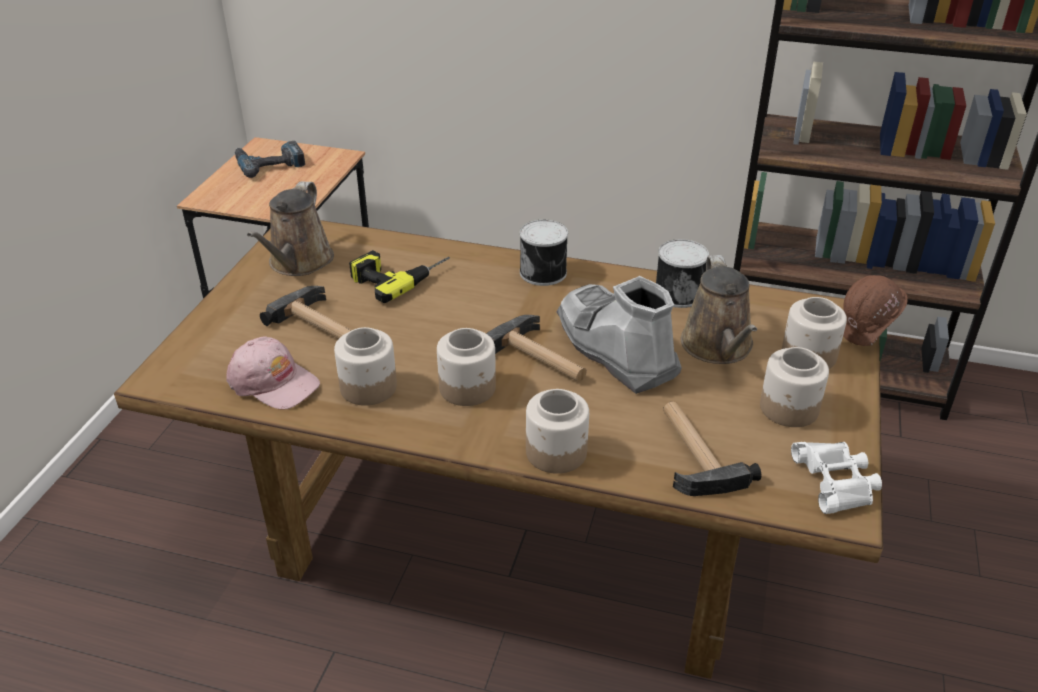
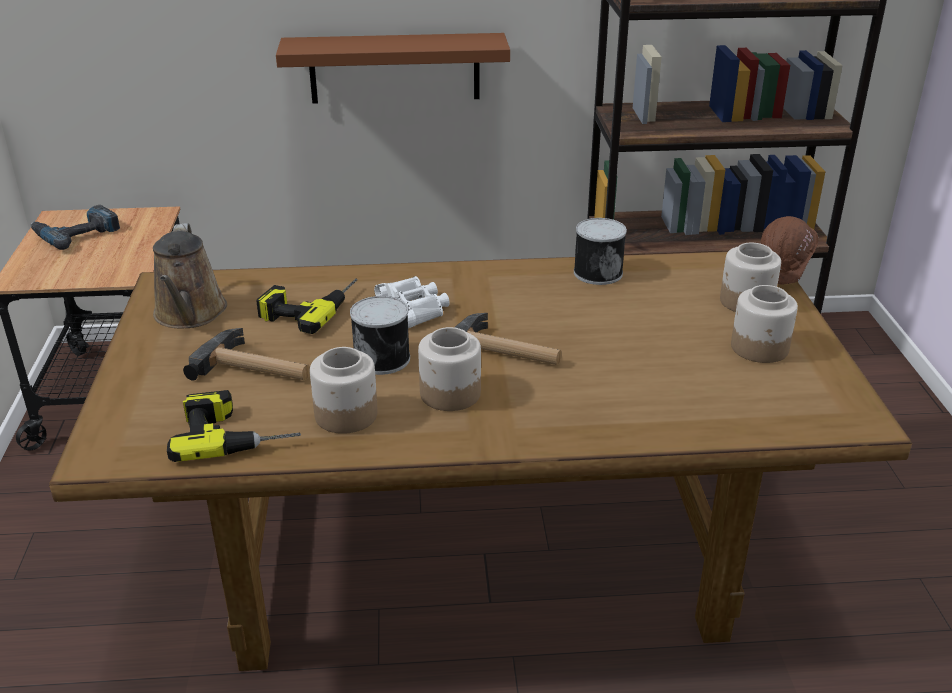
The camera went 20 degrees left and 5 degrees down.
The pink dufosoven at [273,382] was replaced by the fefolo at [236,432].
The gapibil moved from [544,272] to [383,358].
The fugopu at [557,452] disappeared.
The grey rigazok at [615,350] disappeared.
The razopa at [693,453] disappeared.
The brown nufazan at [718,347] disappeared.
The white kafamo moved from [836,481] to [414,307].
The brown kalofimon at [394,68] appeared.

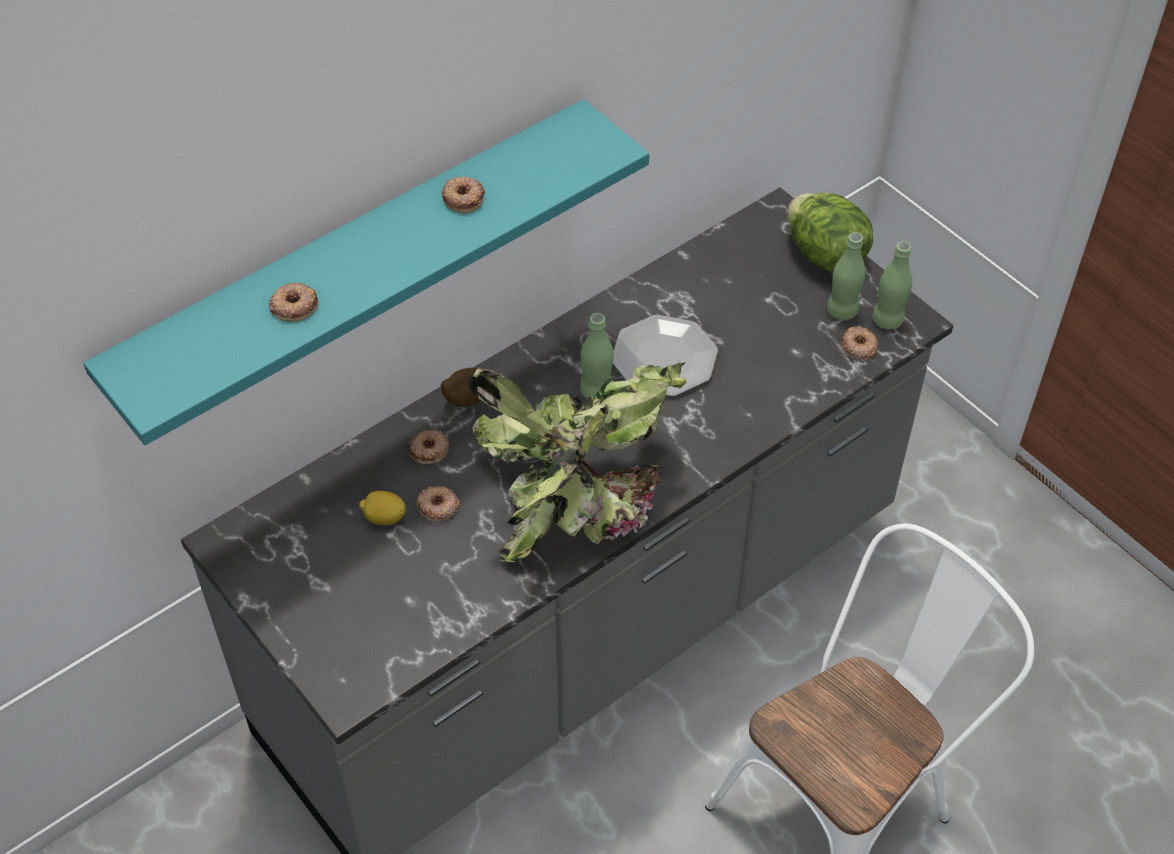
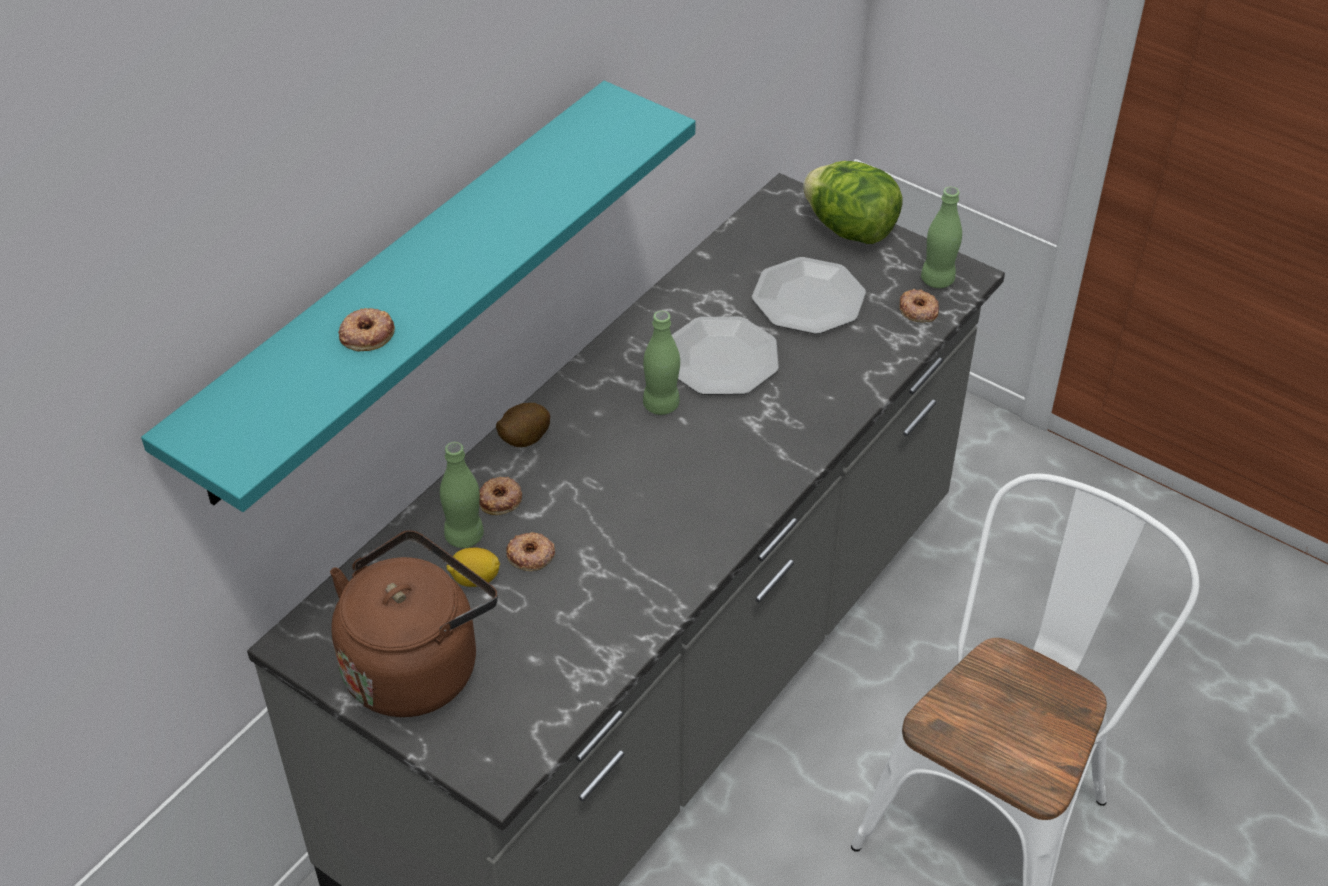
The camera went 15 degrees left and 5 degrees down.
The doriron at [463,198] disappeared.
The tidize at [578,499] disappeared.
The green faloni moved from [842,311] to [464,536].
The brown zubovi at [416,664] appeared.
The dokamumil at [808,299] appeared.

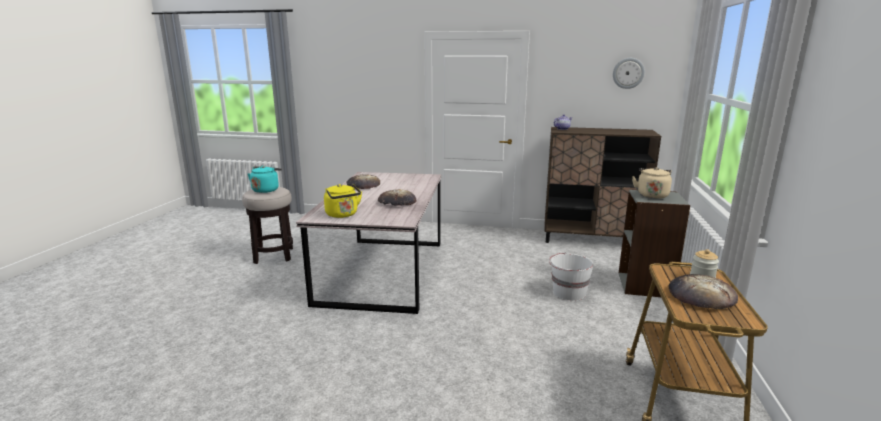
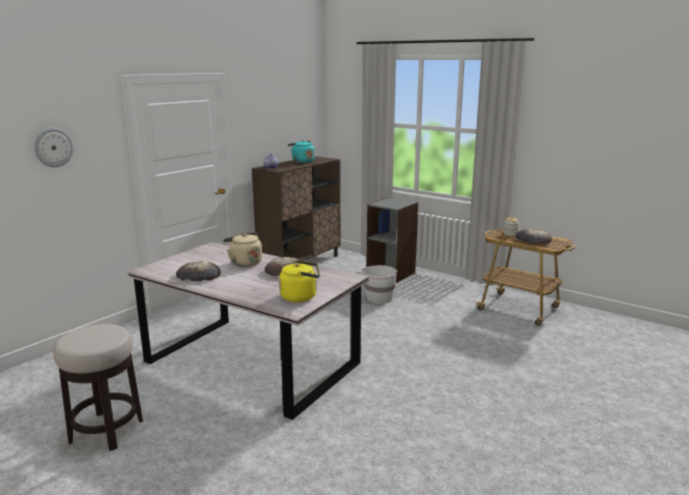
The camera went 65 degrees left and 0 degrees up.
The turquoise zubovi moved from [266,190] to [302,162].
The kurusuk moved from [628,73] to [53,147].
The beige zubovi moved from [651,195] to [244,263].

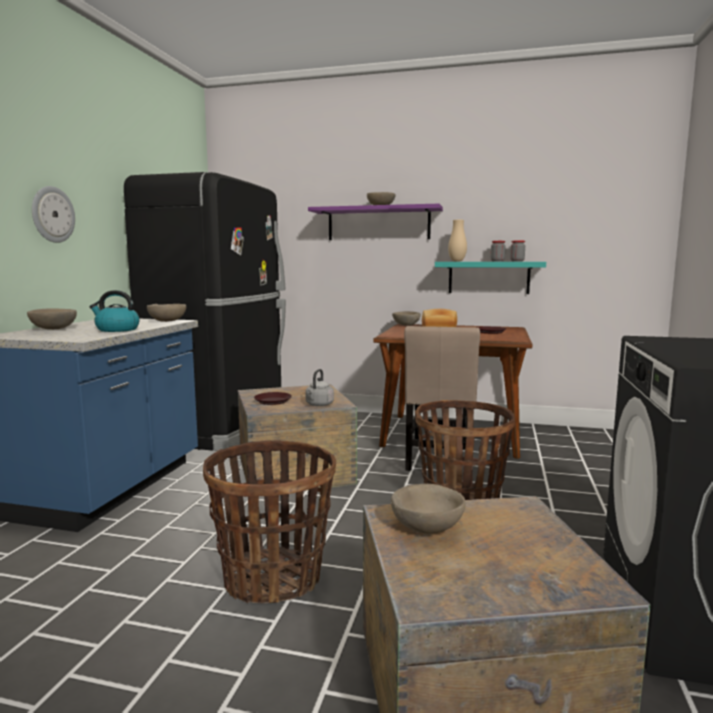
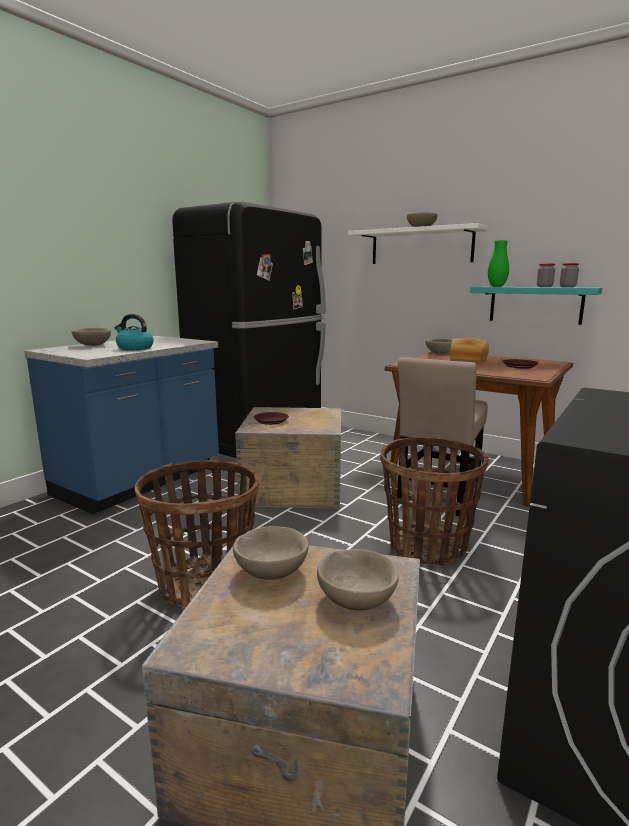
The camera went 20 degrees right and 5 degrees up.
The kurusuk at [52,214] disappeared.
The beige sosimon moved from [167,321] to [357,600].
The grey zubovi at [319,405] disappeared.
The purple kalofimon at [378,224] became the white kalofimon at [421,246].
The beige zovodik at [457,261] became the green zovodik at [497,286].

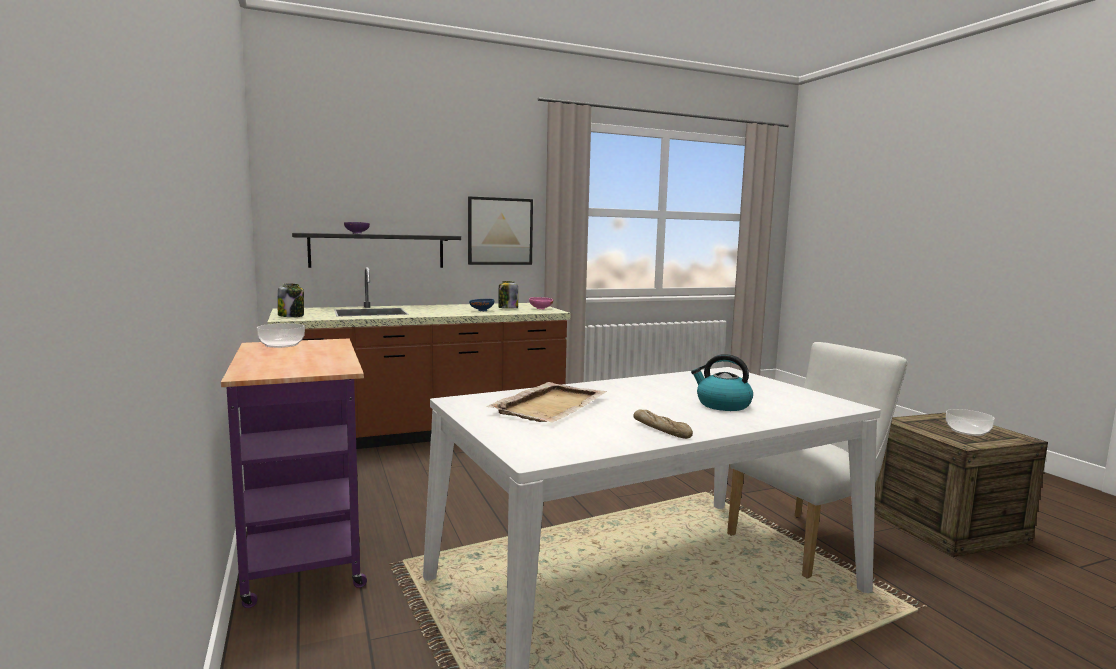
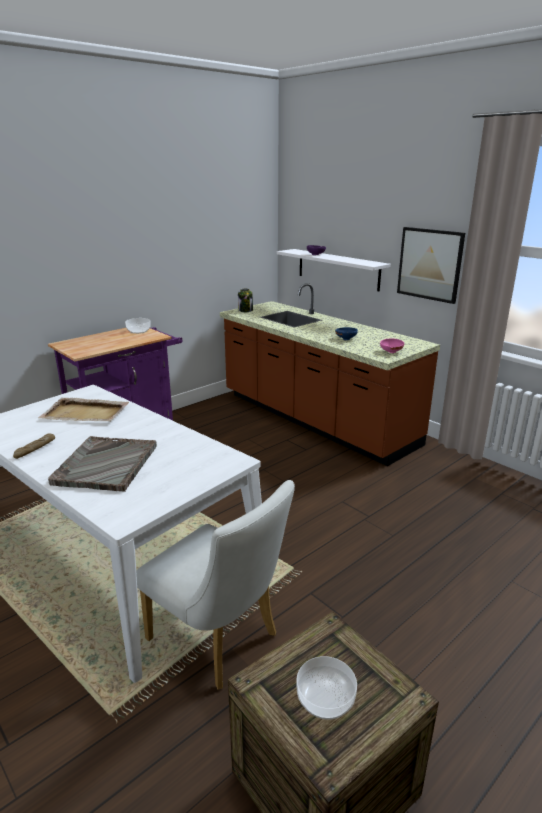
The camera went 70 degrees right and 15 degrees up.
The black kalofimon at [377,251] became the white kalofimon at [337,269].
The fugopu at [507,308] disappeared.
The zubovi at [722,405] was replaced by the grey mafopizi at [105,465].

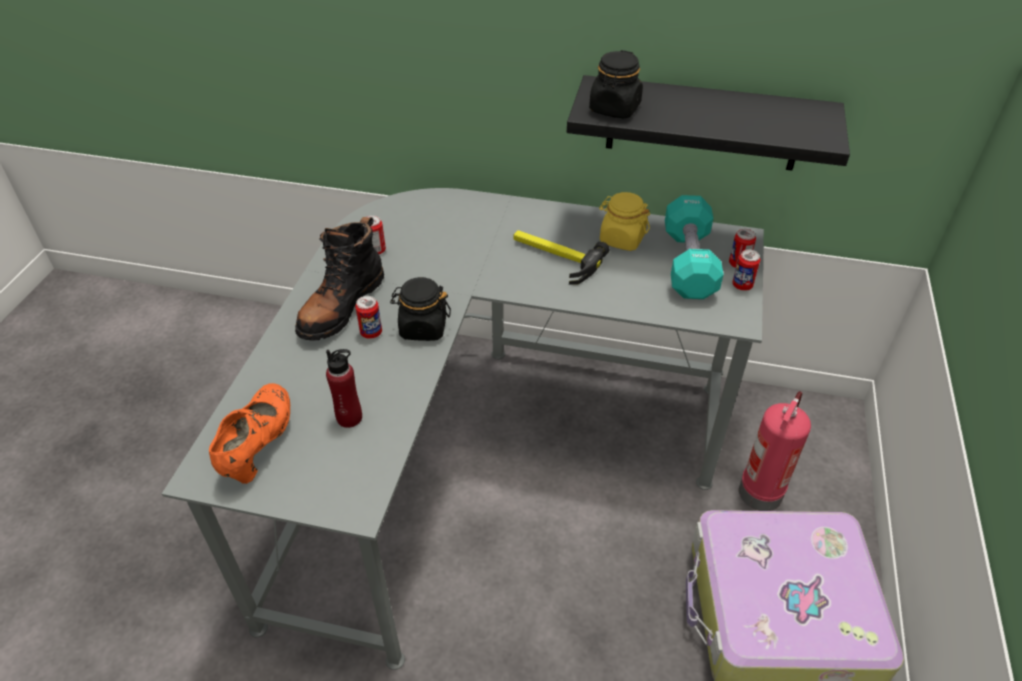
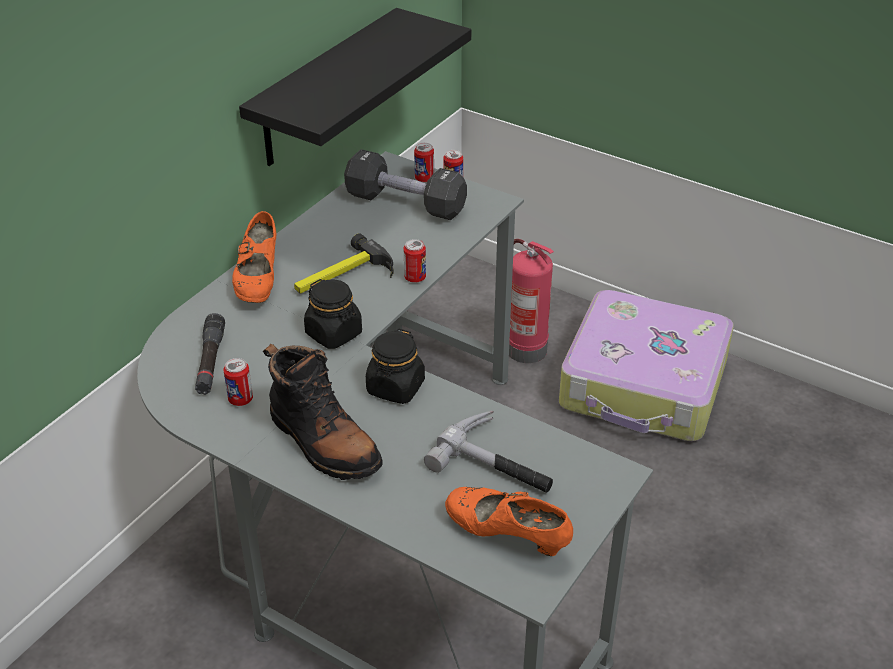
The camera went 70 degrees left and 5 degrees down.
The red faloni at [349,417] was replaced by the razopa at [499,462].
The gapibil moved from [371,332] to [415,278].
The black fugopu moved from [614,108] to [334,334].
The yellow fugopu at [621,239] disappeared.
The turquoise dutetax at [688,263] became the black dutetax at [405,203].
The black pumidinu at [210,361] appeared.
The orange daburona at [258,281] appeared.

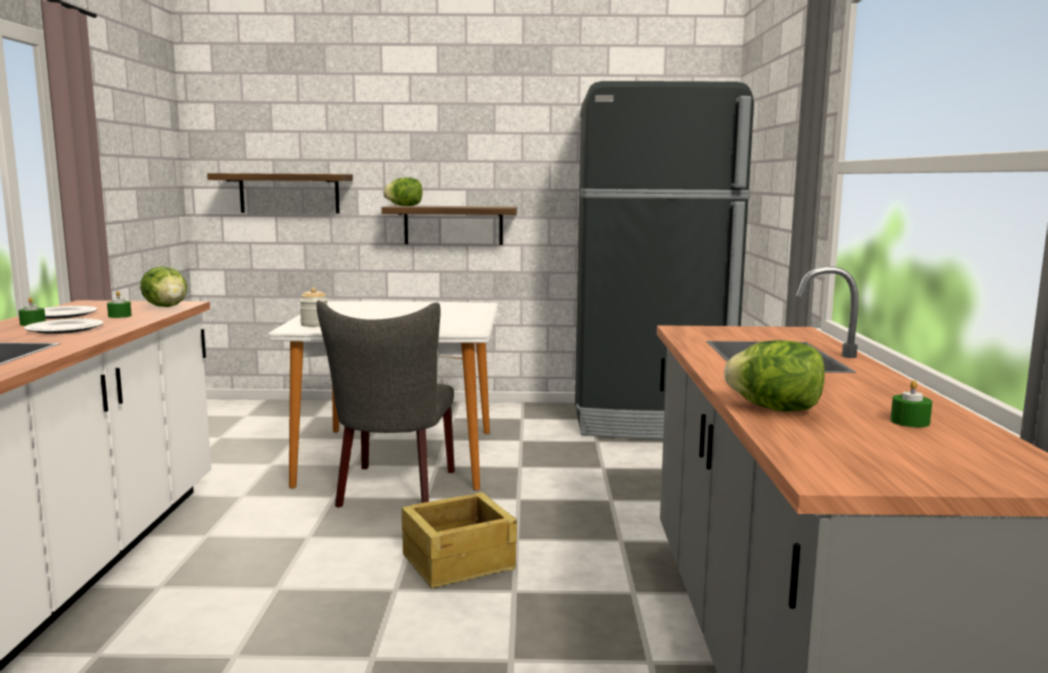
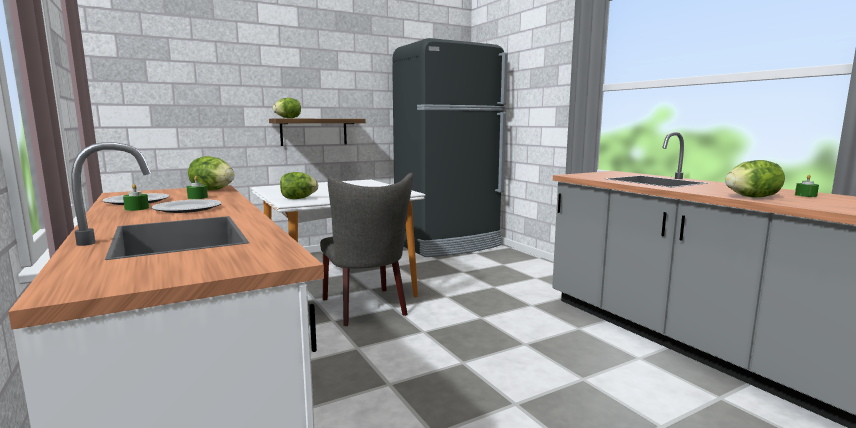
The camera went 30 degrees left and 0 degrees up.
The kalofimon at [289,193] disappeared.
The fugopu at [314,325] was replaced by the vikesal at [298,199].
The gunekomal at [457,561] disappeared.

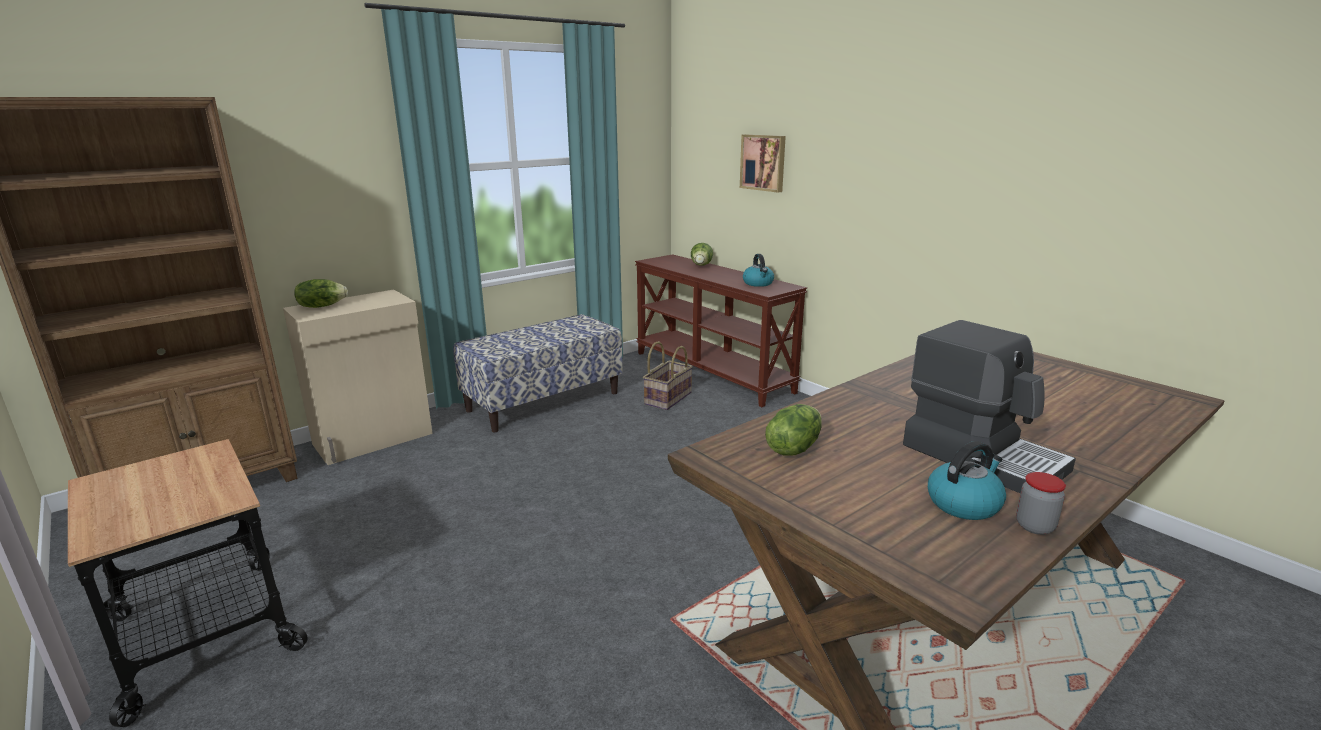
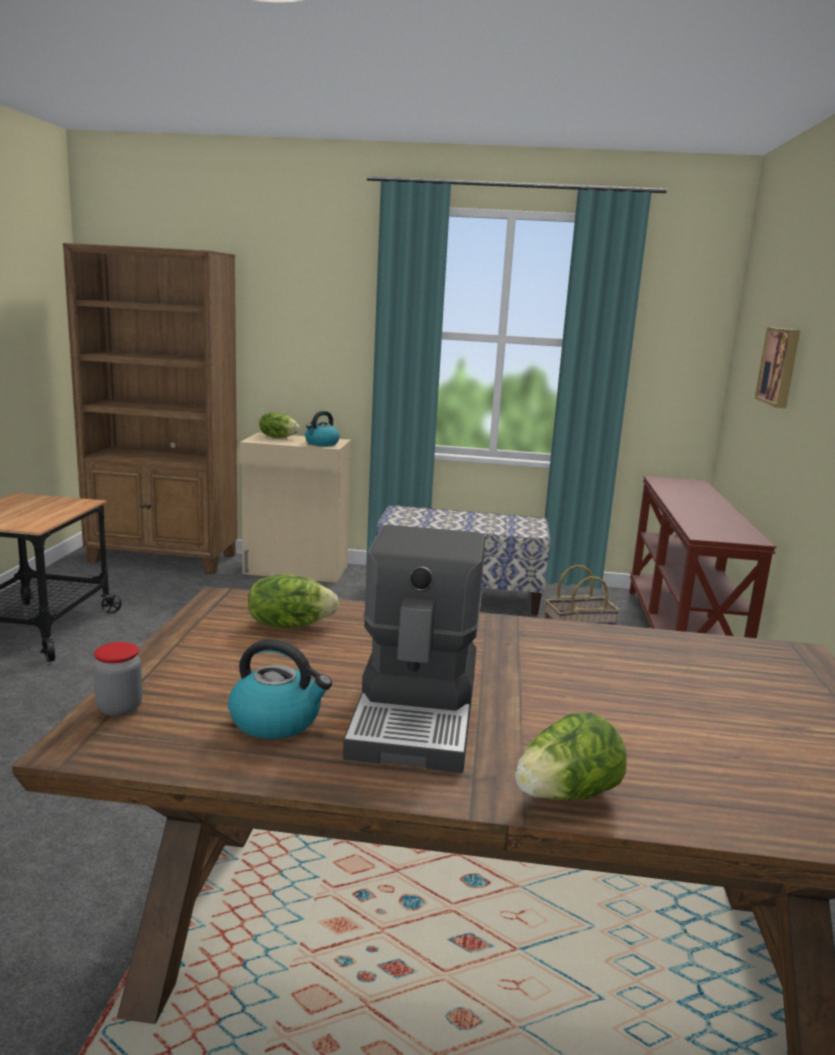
The camera went 45 degrees right and 5 degrees down.
The vikesal moved from [701,266] to [566,795].
The zubovi moved from [758,283] to [321,443].
The fugopu moved from [1035,526] to [119,708].

